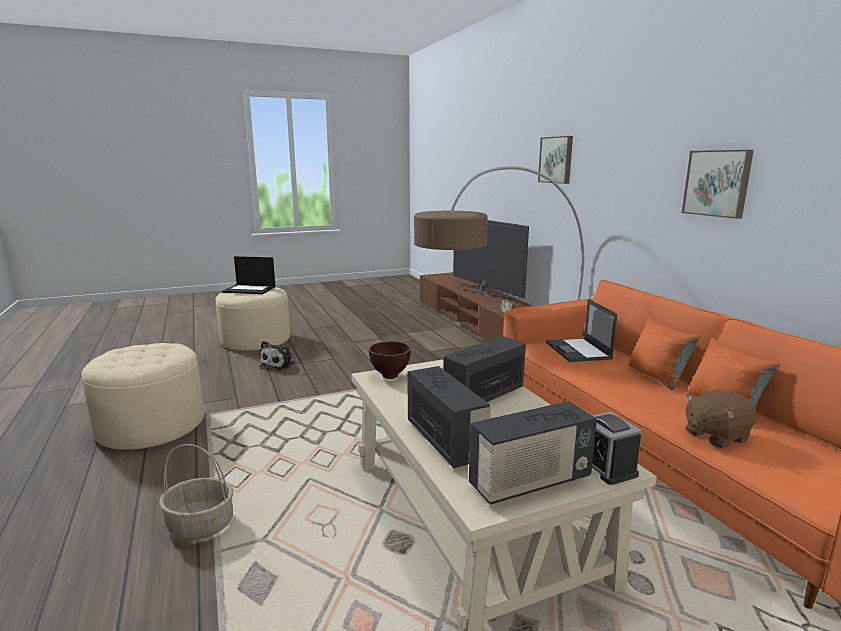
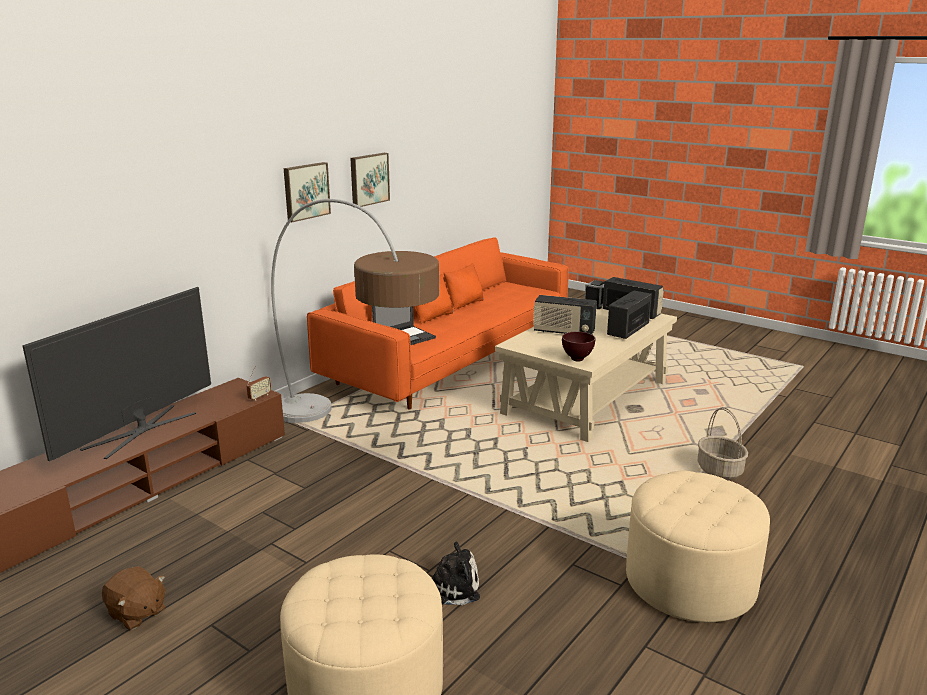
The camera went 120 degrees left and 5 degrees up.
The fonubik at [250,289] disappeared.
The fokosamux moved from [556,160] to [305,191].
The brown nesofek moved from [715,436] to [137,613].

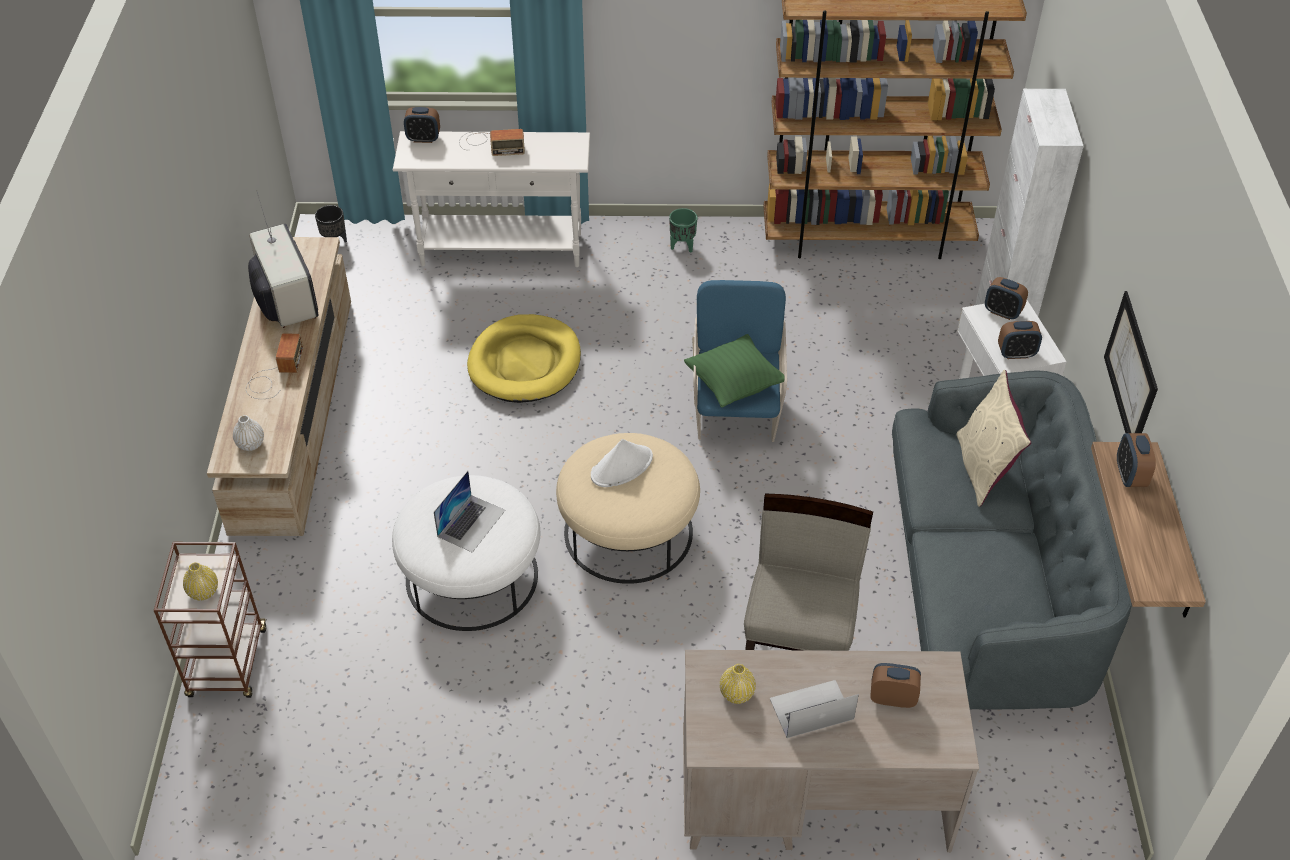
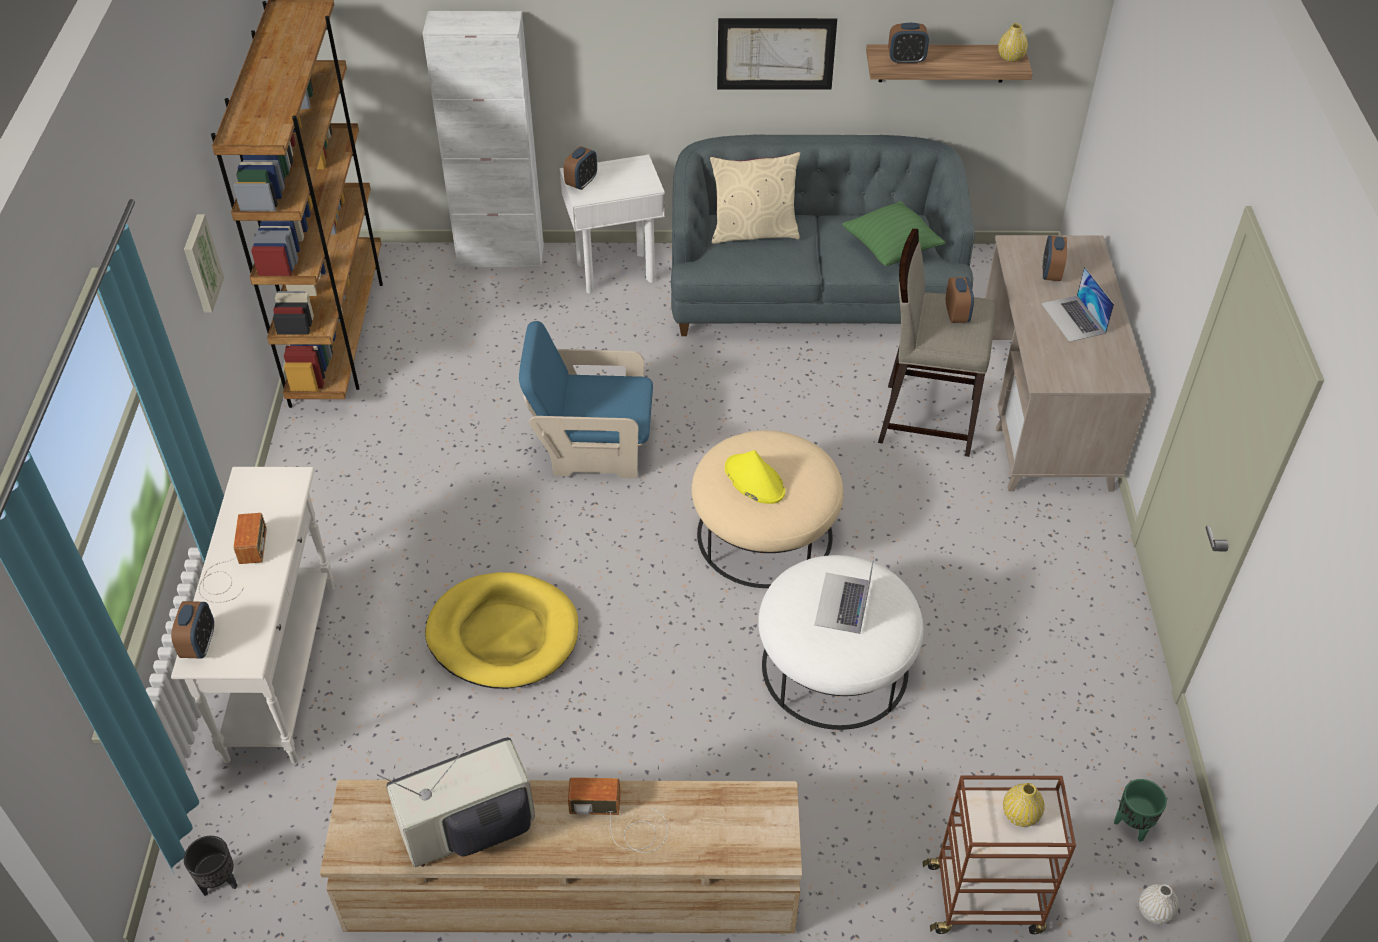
The camera went 90 degrees left and 0 degrees up.
The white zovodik moved from [250,444] to [1154,912].
The fonubik at [471,523] turned 105 degrees counterclockwise.
The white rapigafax at [622,466] became the yellow rapigafax at [754,480].
The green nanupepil moved from [682,246] to [1132,826].
The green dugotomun moved from [734,385] to [891,250].
The yellow zovodik moved from [736,694] to [1010,58].
The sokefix moved from [1016,353] to [956,315].
The fokosamux at [200,263] appeared.

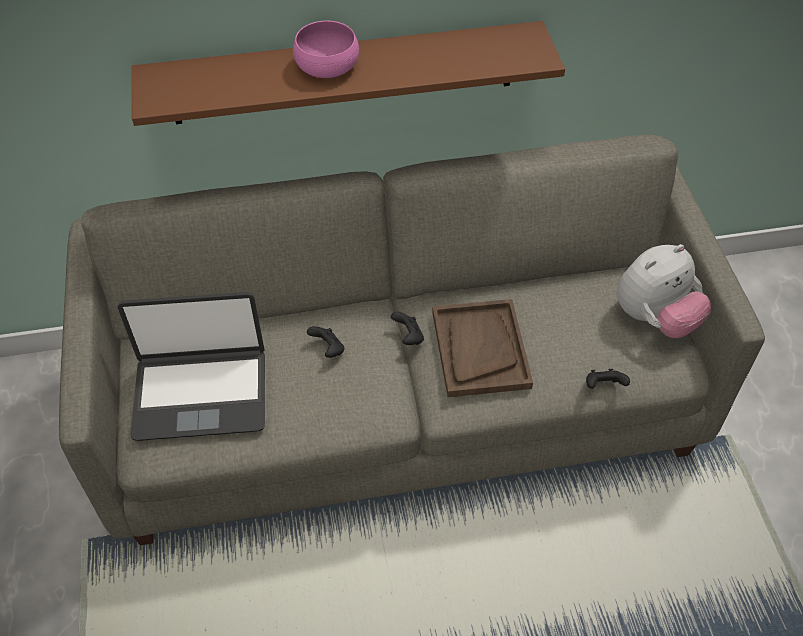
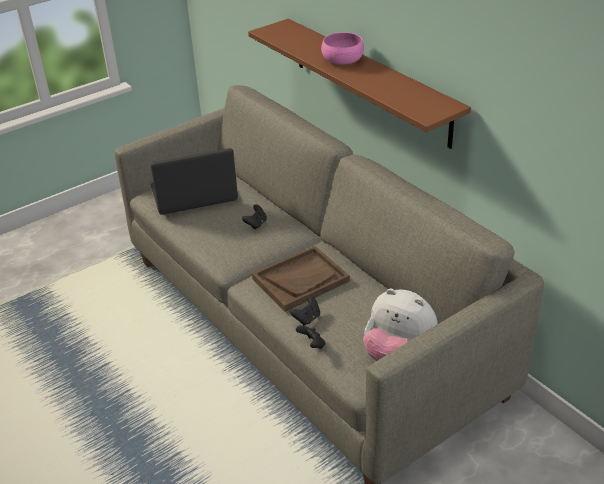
The camera went 65 degrees right and 15 degrees down.
The fonubik at [201,393] turned 105 degrees clockwise.
The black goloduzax moved from [408,337] to [307,318].

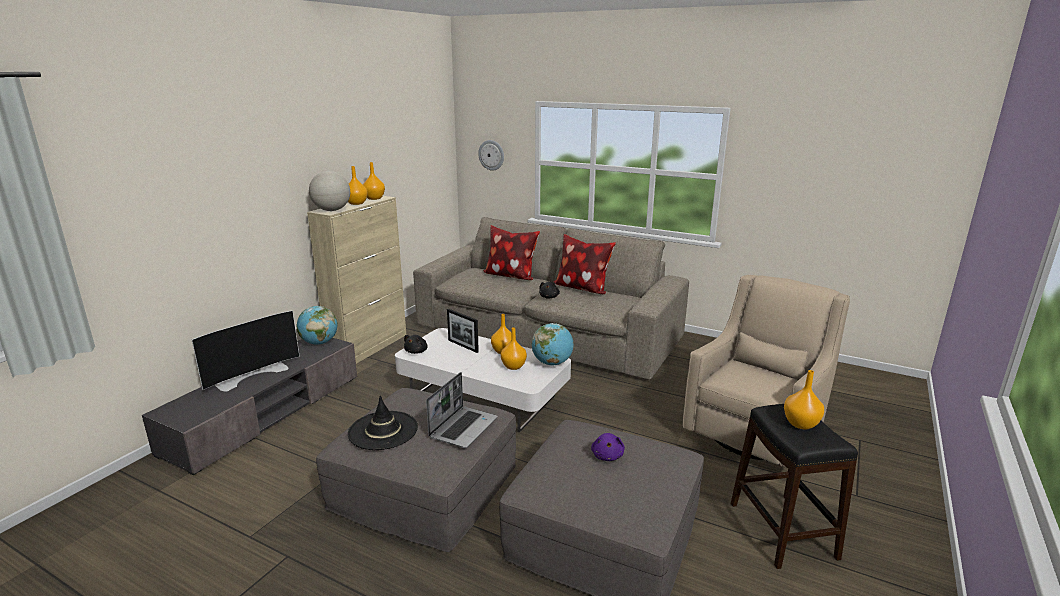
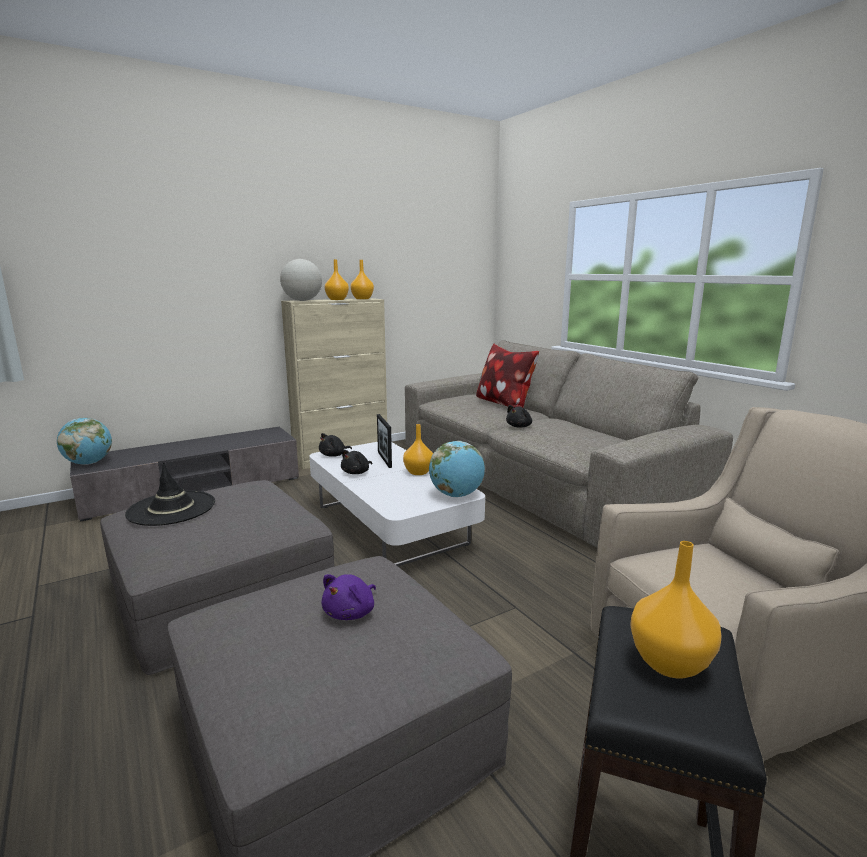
The camera went 30 degrees right and 5 degrees down.
The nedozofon at [252,375] disappeared.
The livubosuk moved from [319,343] to [89,463].
The fonubik at [463,427] disappeared.
The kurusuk at [491,155] disappeared.
The orange zovodik at [514,366] disappeared.
The dugotomun at [582,288] disappeared.
The black nesofek at [356,472] appeared.

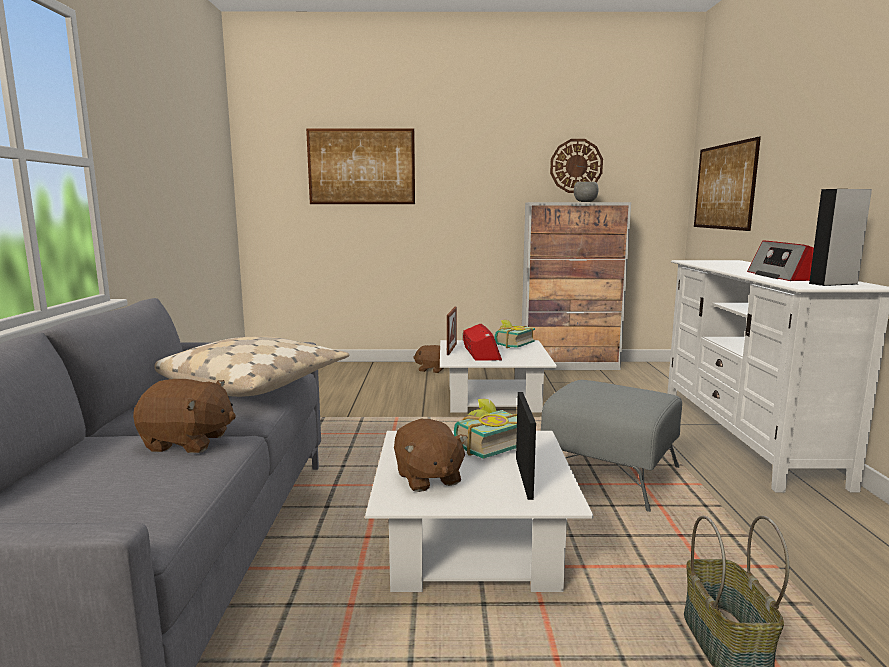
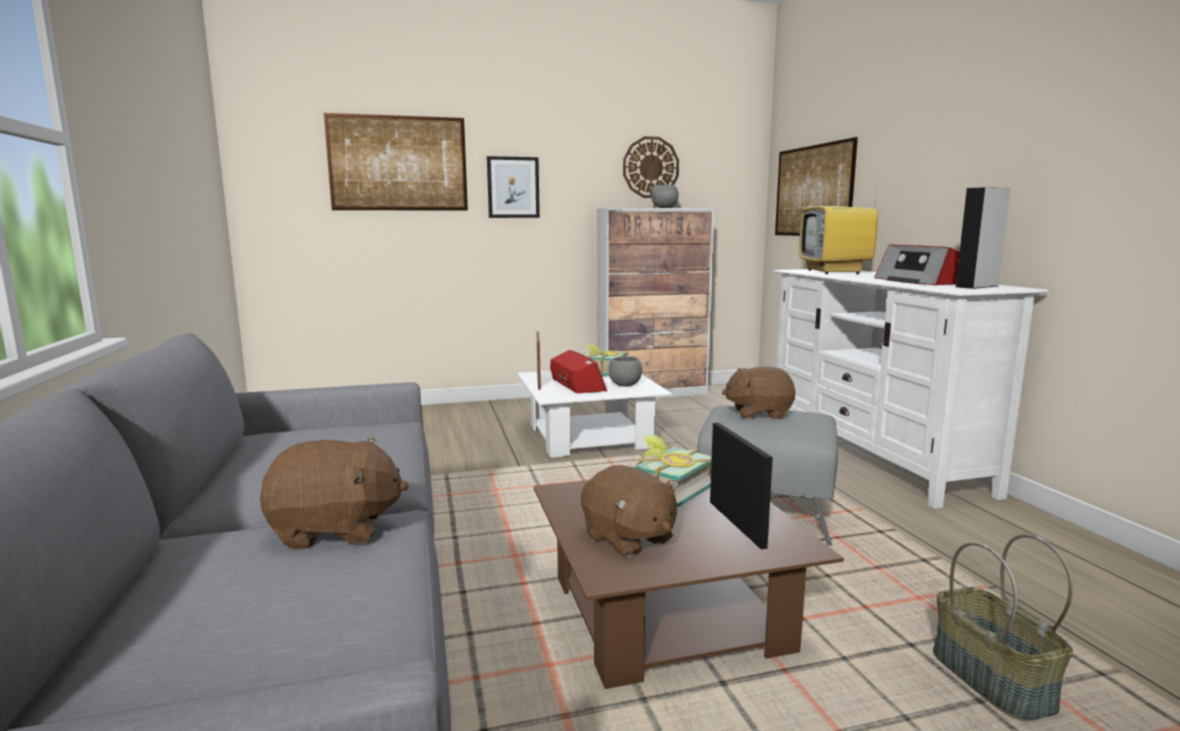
The camera went 15 degrees left and 0 degrees up.
The beige dugotomun at [255,383] disappeared.
The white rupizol at [472,545] became the brown rupizol at [667,613].
The brown nesofek moved from [432,369] to [758,413].
The fokosamux at [513,187] appeared.
The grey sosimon at [624,384] appeared.
The nedozofon at [835,272] appeared.

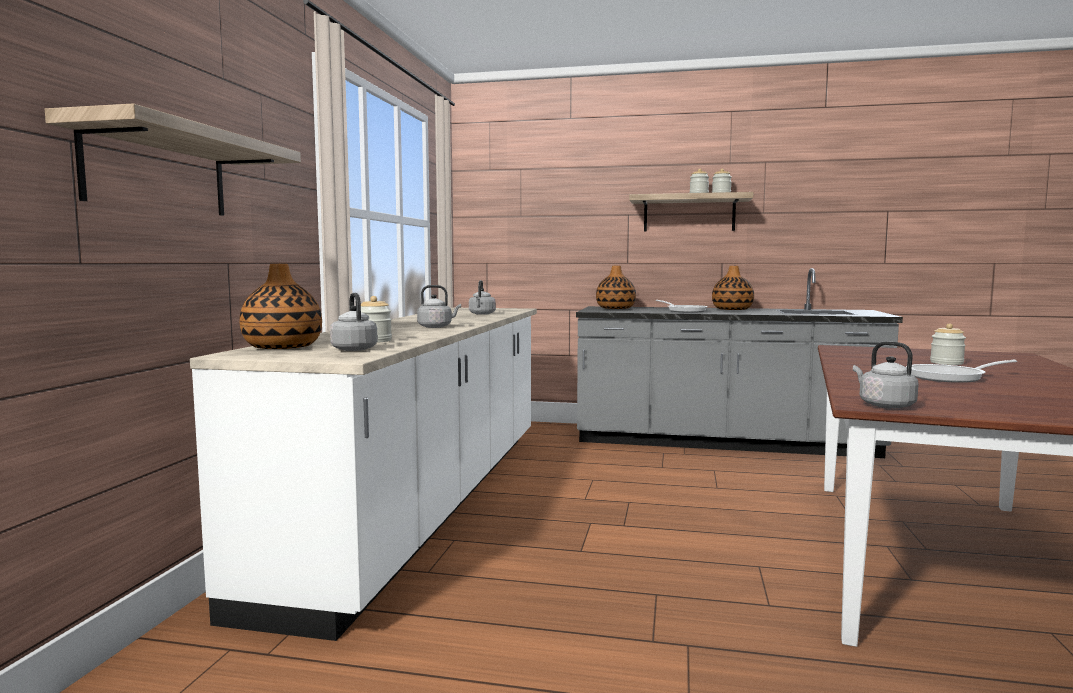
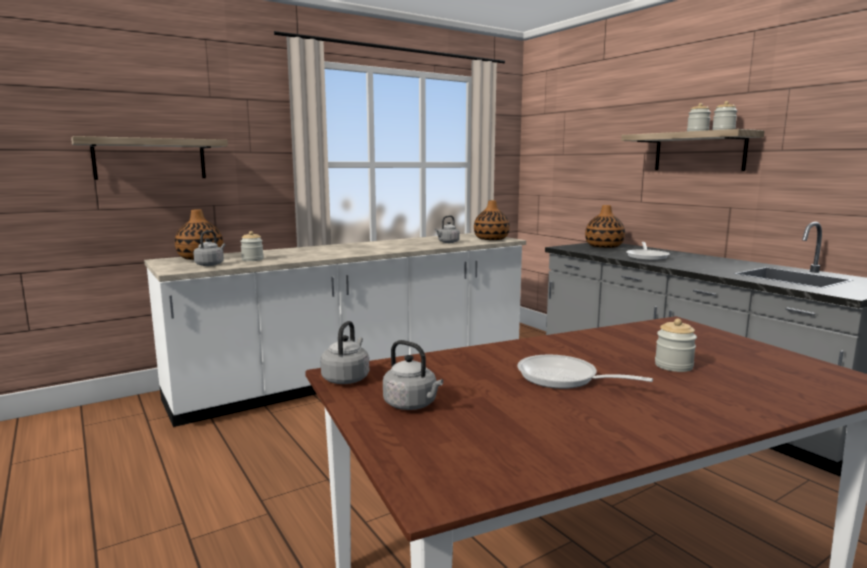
The camera went 45 degrees right and 5 degrees up.
The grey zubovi moved from [436,327] to [412,405].
The zovodik moved from [732,309] to [491,239].

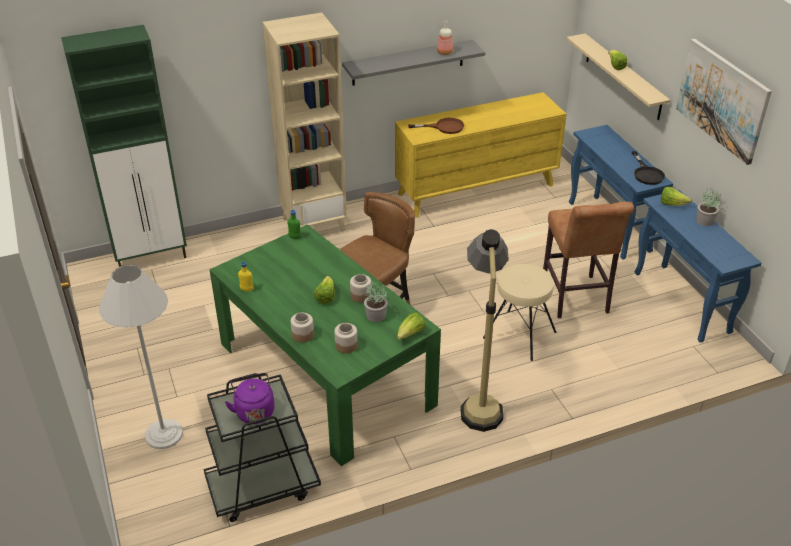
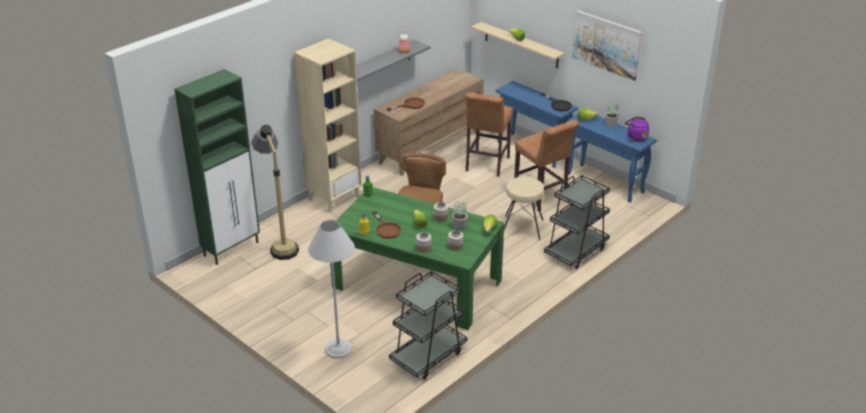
The camera went 25 degrees left and 5 degrees down.
The purple zubovi moved from [254,410] to [636,137].
The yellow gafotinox at [476,189] became the brown gafotinox at [430,147].
The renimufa moved from [479,400] to [280,244].
The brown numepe at [386,229] appeared.
The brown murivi at [486,165] appeared.
The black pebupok at [576,251] appeared.

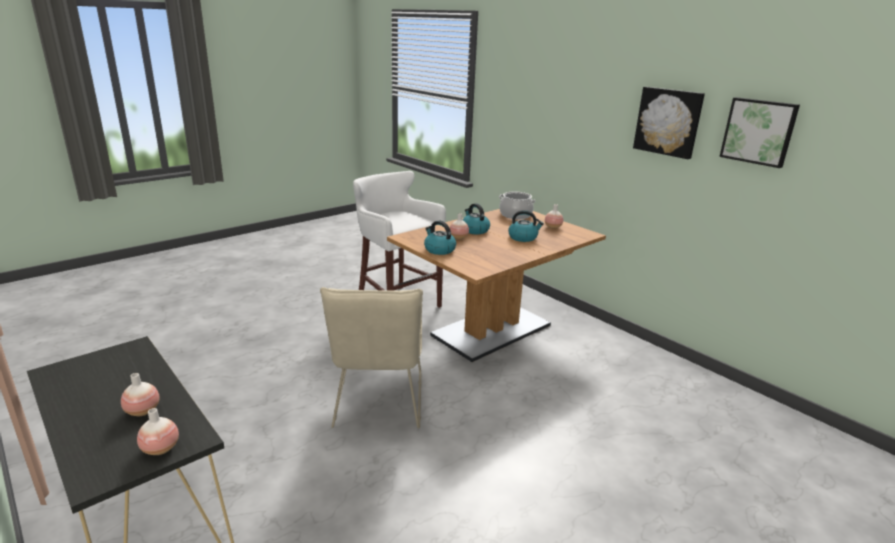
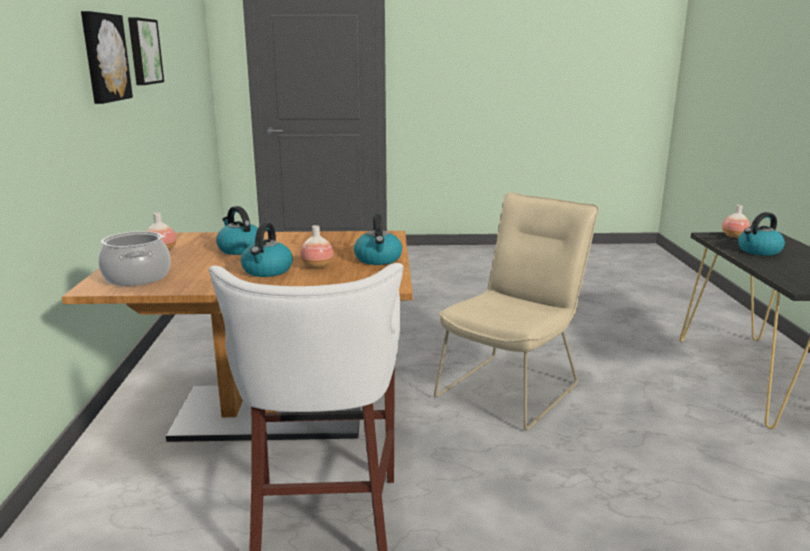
The camera went 140 degrees left and 5 degrees down.
The zovodik at [143,411] was replaced by the zubovi at [759,251].

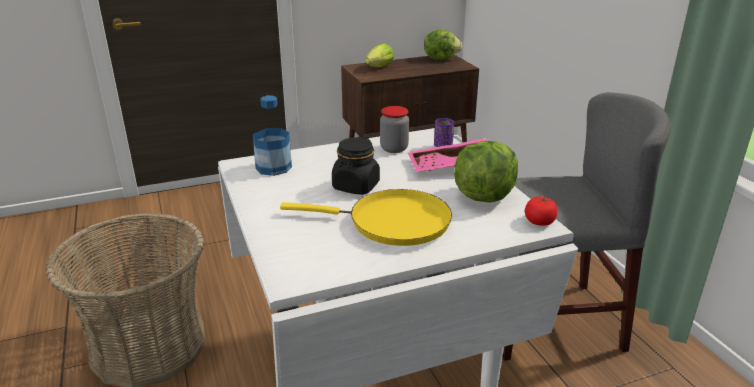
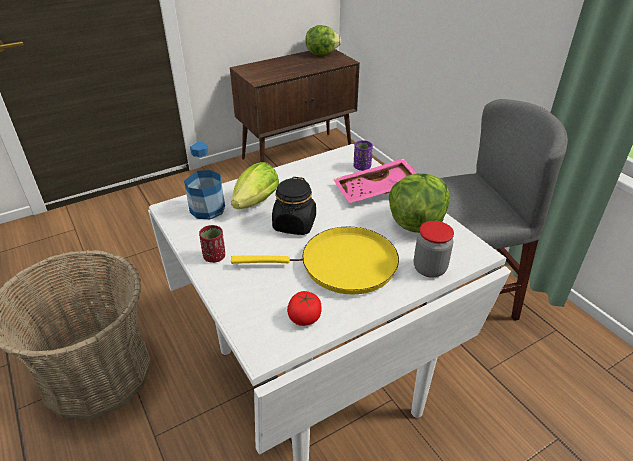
The camera went 10 degrees left and 10 degrees up.
The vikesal moved from [378,68] to [254,204].
The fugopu moved from [394,148] to [429,268].
The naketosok moved from [539,221] to [305,317].
The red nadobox at [214,257] appeared.

